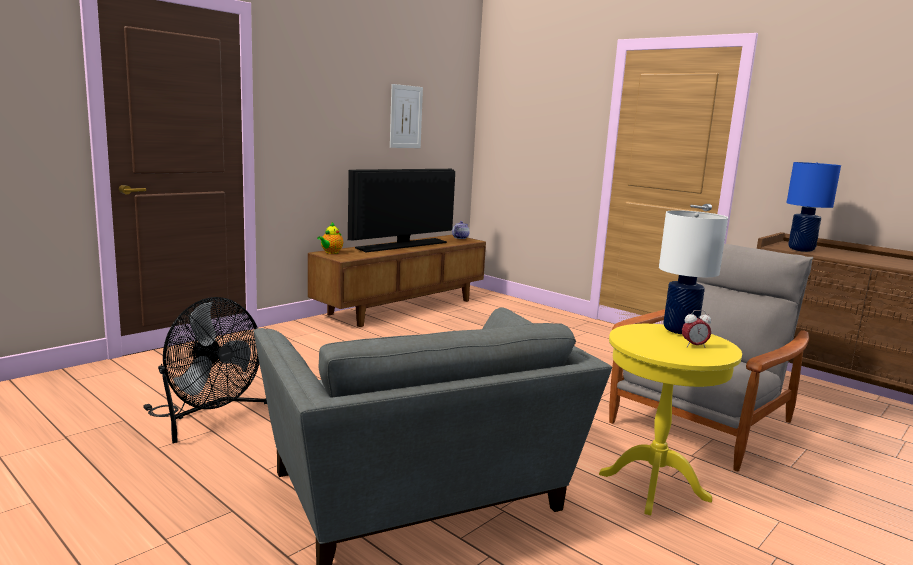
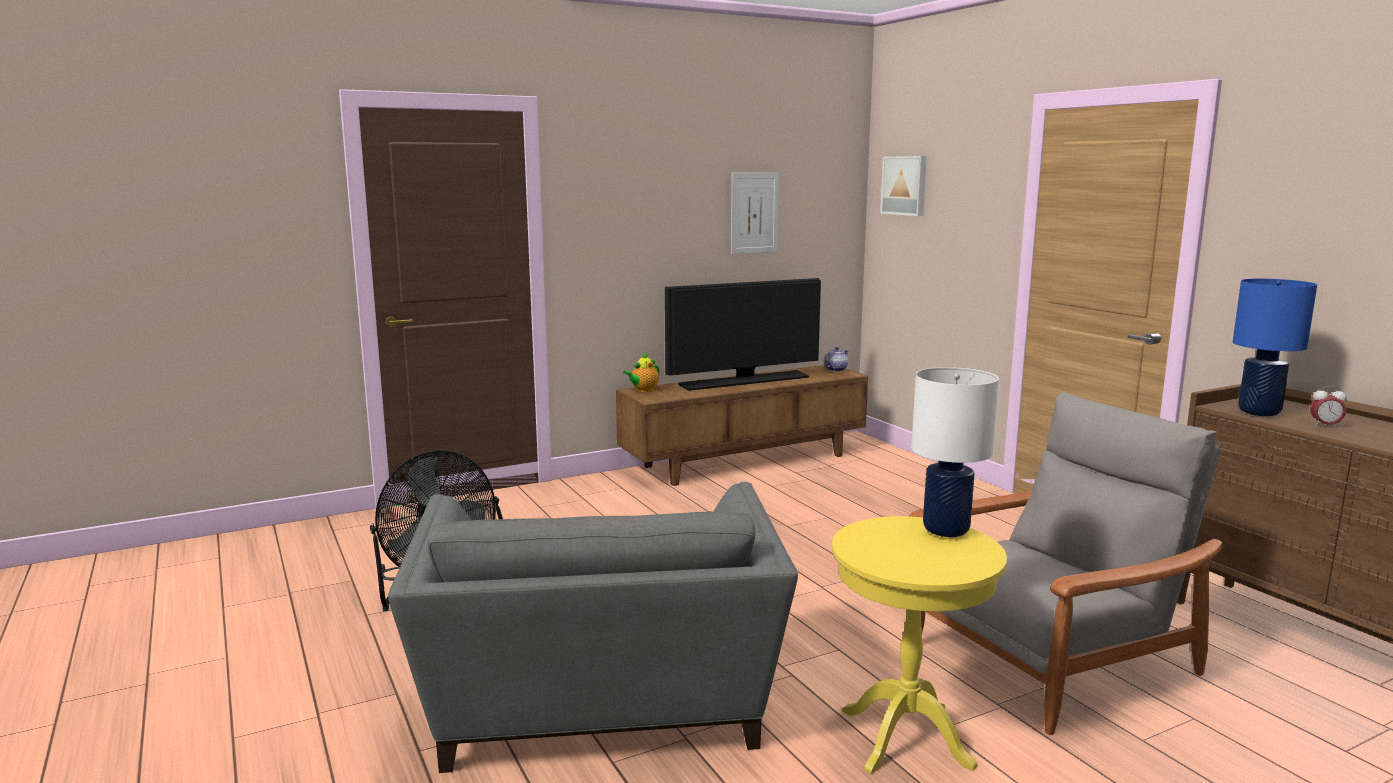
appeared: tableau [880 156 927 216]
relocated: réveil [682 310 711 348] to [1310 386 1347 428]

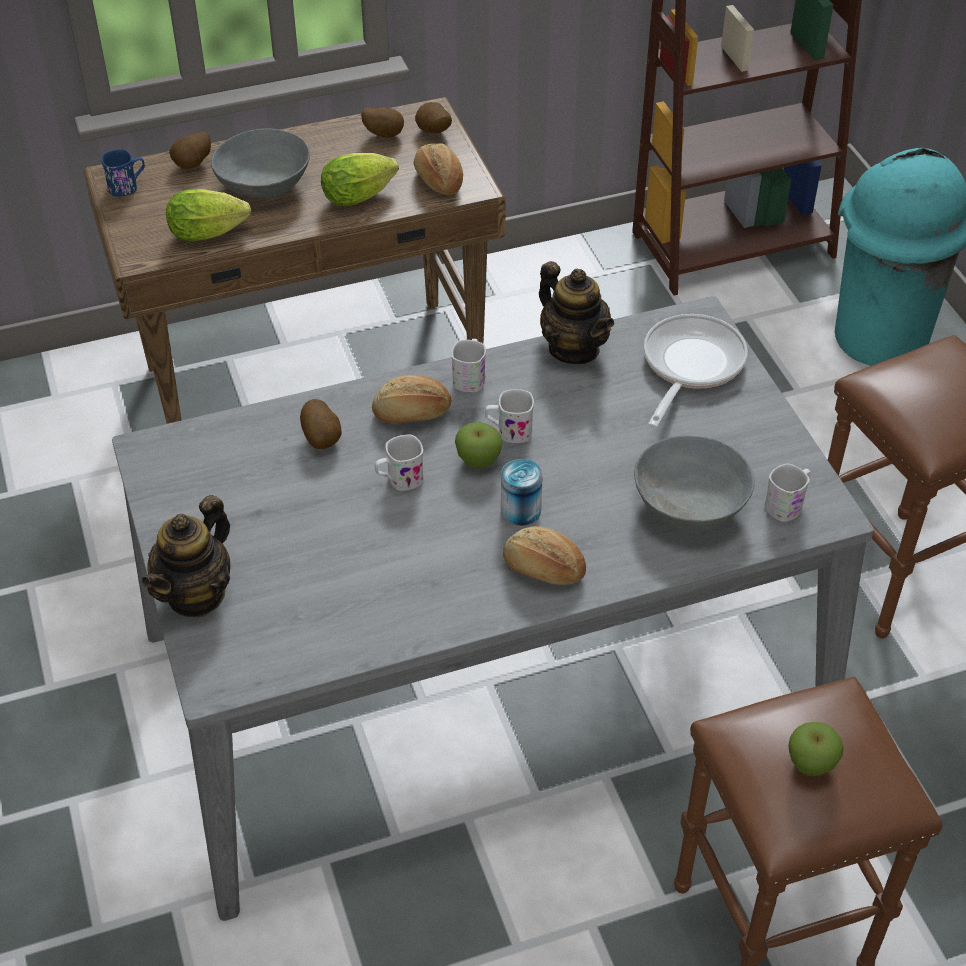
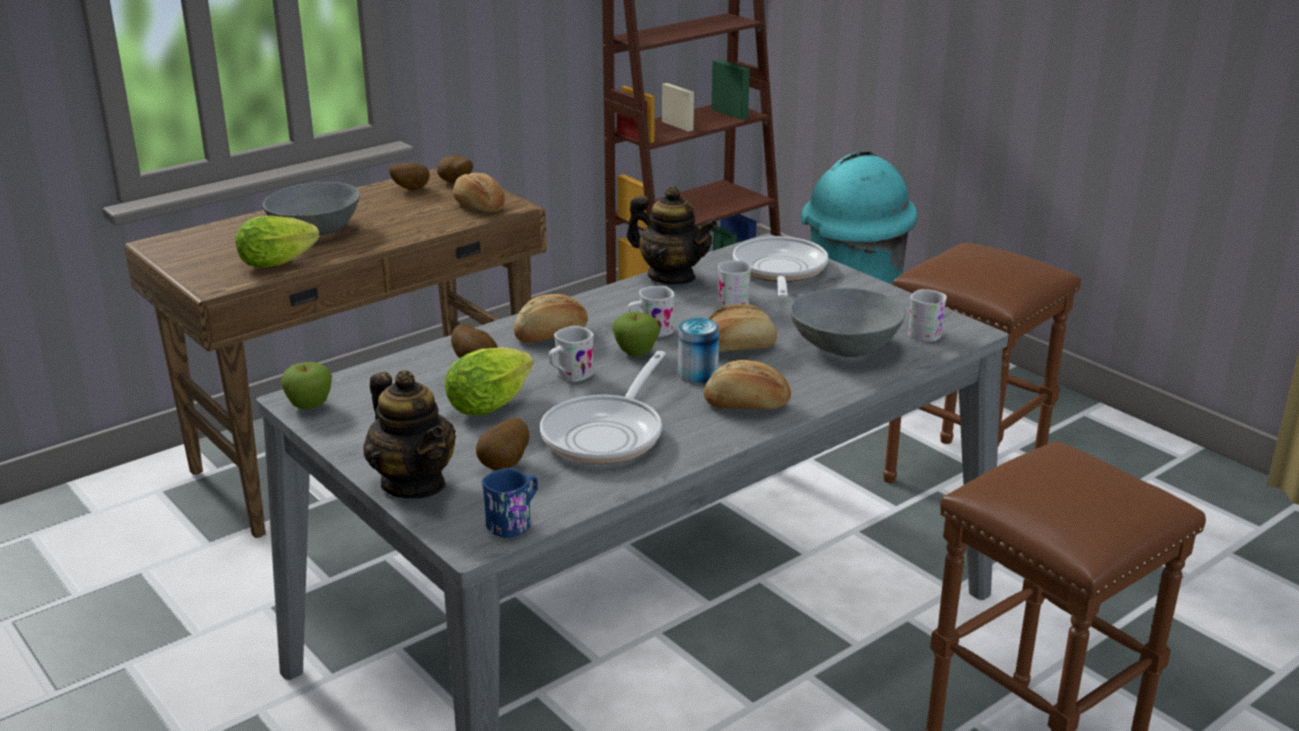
appeared: pain [709 304 777 352]; poêle [540 351 666 464]
relocated: pomme de terre [169 132 211 169] to [476 418 529 470]; mug/bleu [101 149 145 197] to [482 468 538 538]; laitue [321 153 399 206] to [445 348 533 416]; mug/blanc [451 339 486 392] to [718 261 751 307]; pomme [788 722 844 776] to [281 362 332 410]
spun: théière [141 495 230 617] = [363 370 456 499] 45 degrees counterclockwise

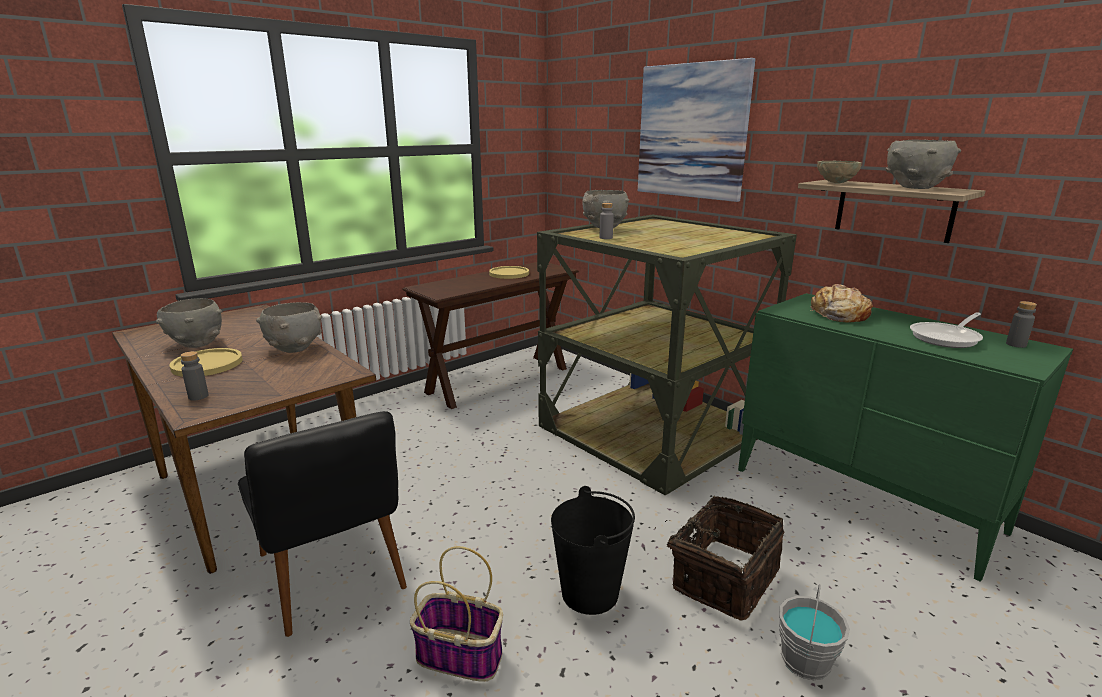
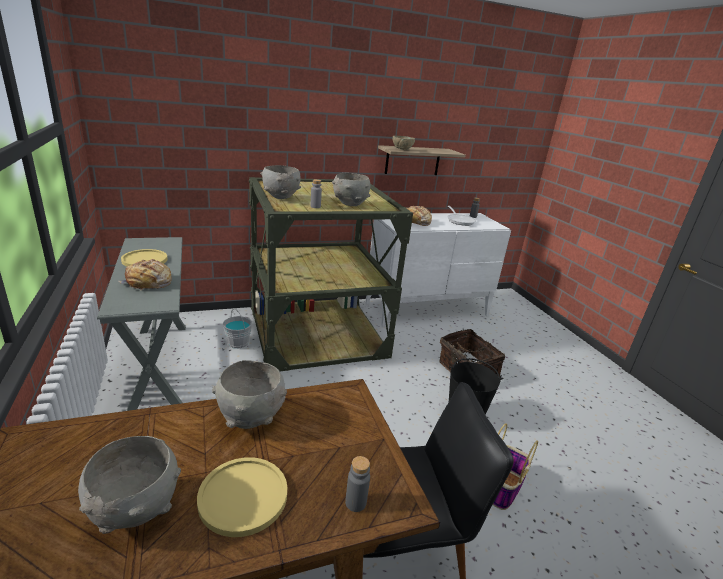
missing: tableau [638 58 756 202]
appeared: pain [119 259 172 291]
relocated: bol/gris [885 139 961 189] to [332 173 370 206]; seau/gris [779 584 850 680] to [223 309 252 349]
colour: table console/marron [403 262 579 409] to table console/gris [97 237 186 411]; meuble de rangement/vert [738 293 1073 582] to meuble de rangement/blanc [365 213 511 326]

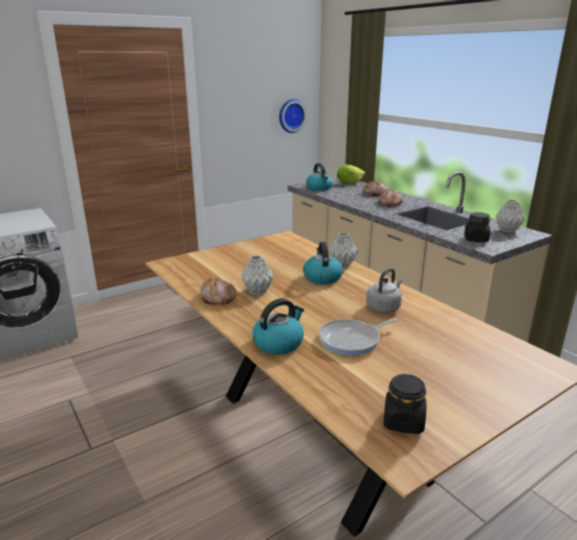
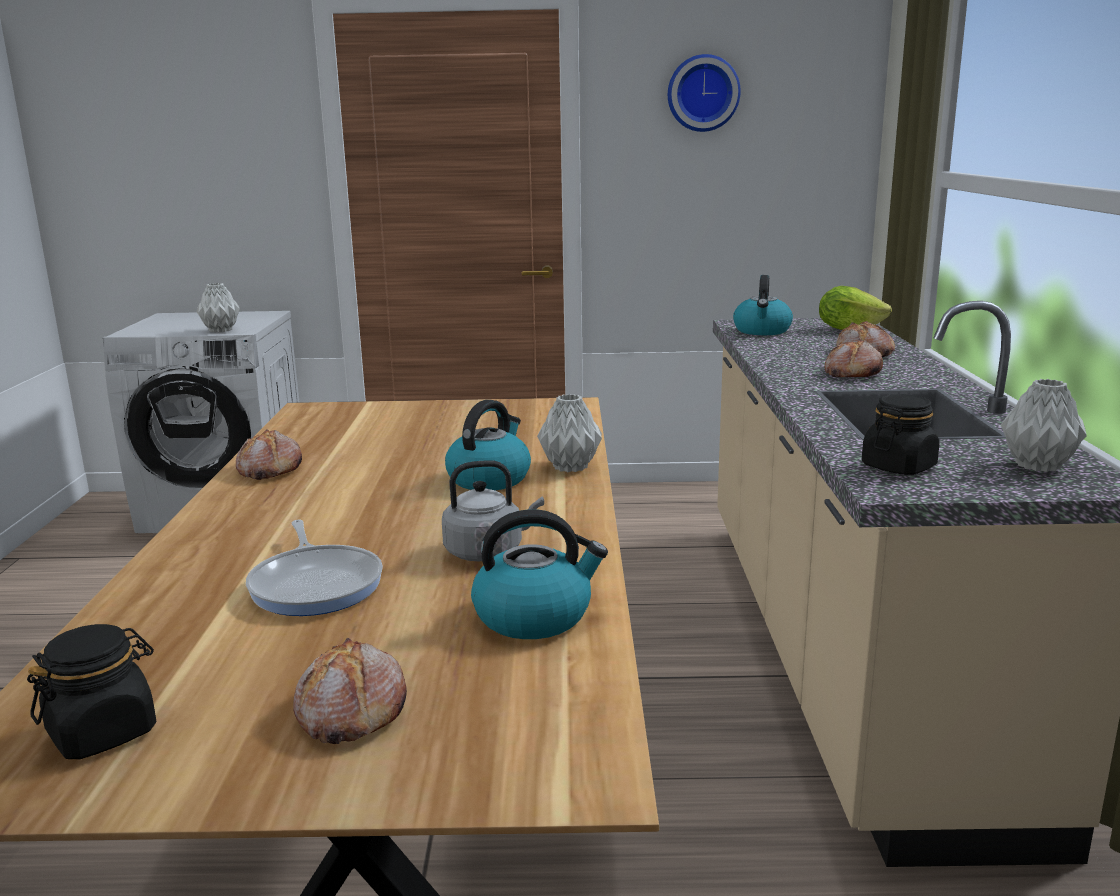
appeared: pain [293 638 407 744]
relocated: horloge murale [279 99 307 133] to [668 54 741 132]; vase/gris [241 255 274 295] to [196 283 240 332]; bouilloire [252 298 304 355] to [471 509 608 639]
spun: poêle [319 318 400 356] = [246 520 383 616] 120 degrees counterclockwise

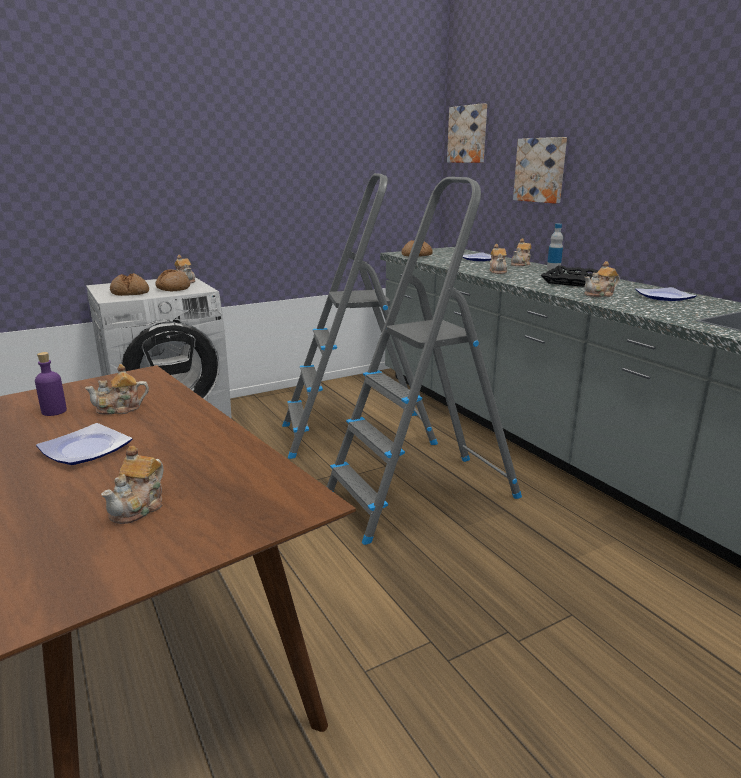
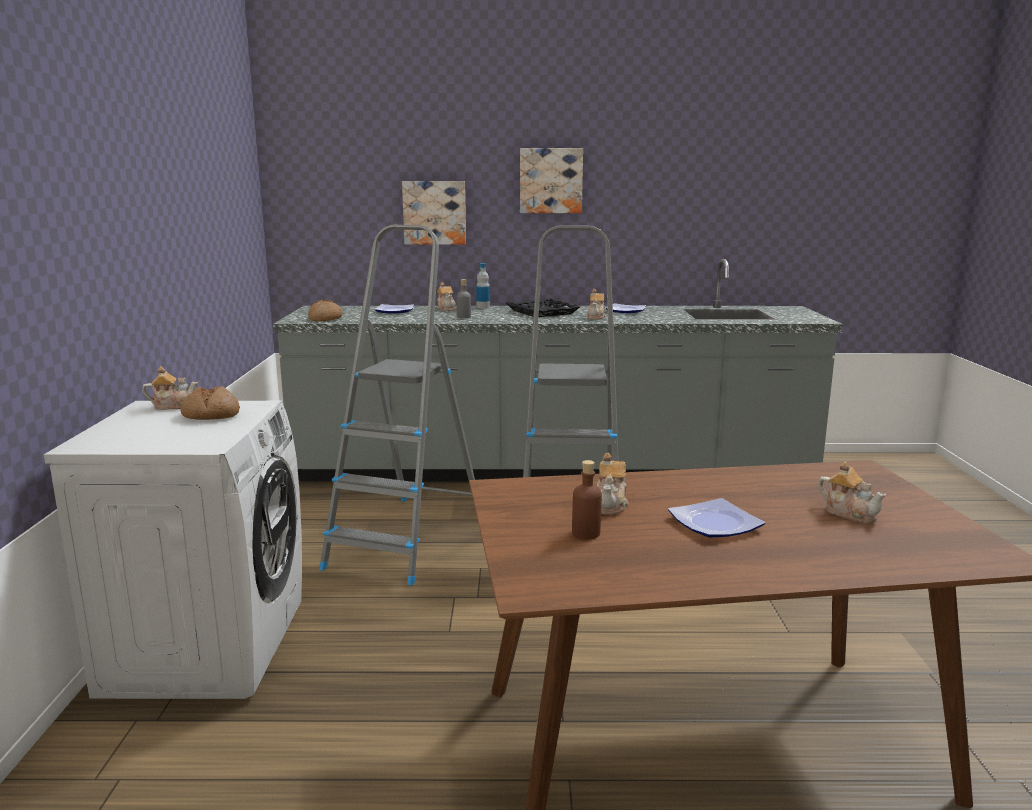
missing: pain [110 273 149 296]
relocated: tableau [447 103 487 163] to [520 148 583 213]
exchanged: théière [490 244 508 274] to bouteille/gris [457 279 471 318]
colour: bouteille/violet [35 352 67 416] to bouteille/marron [572 460 602 539]

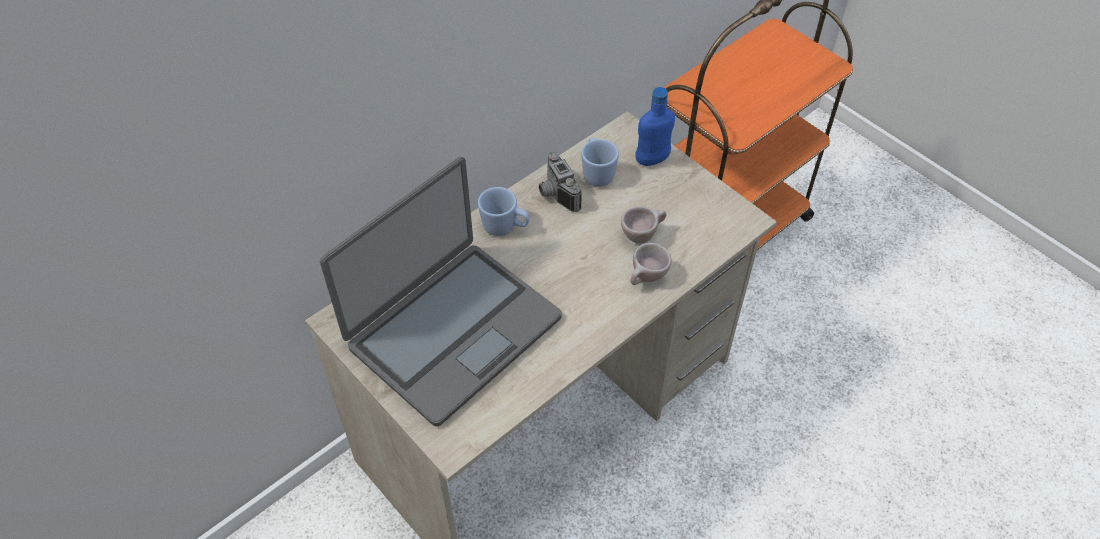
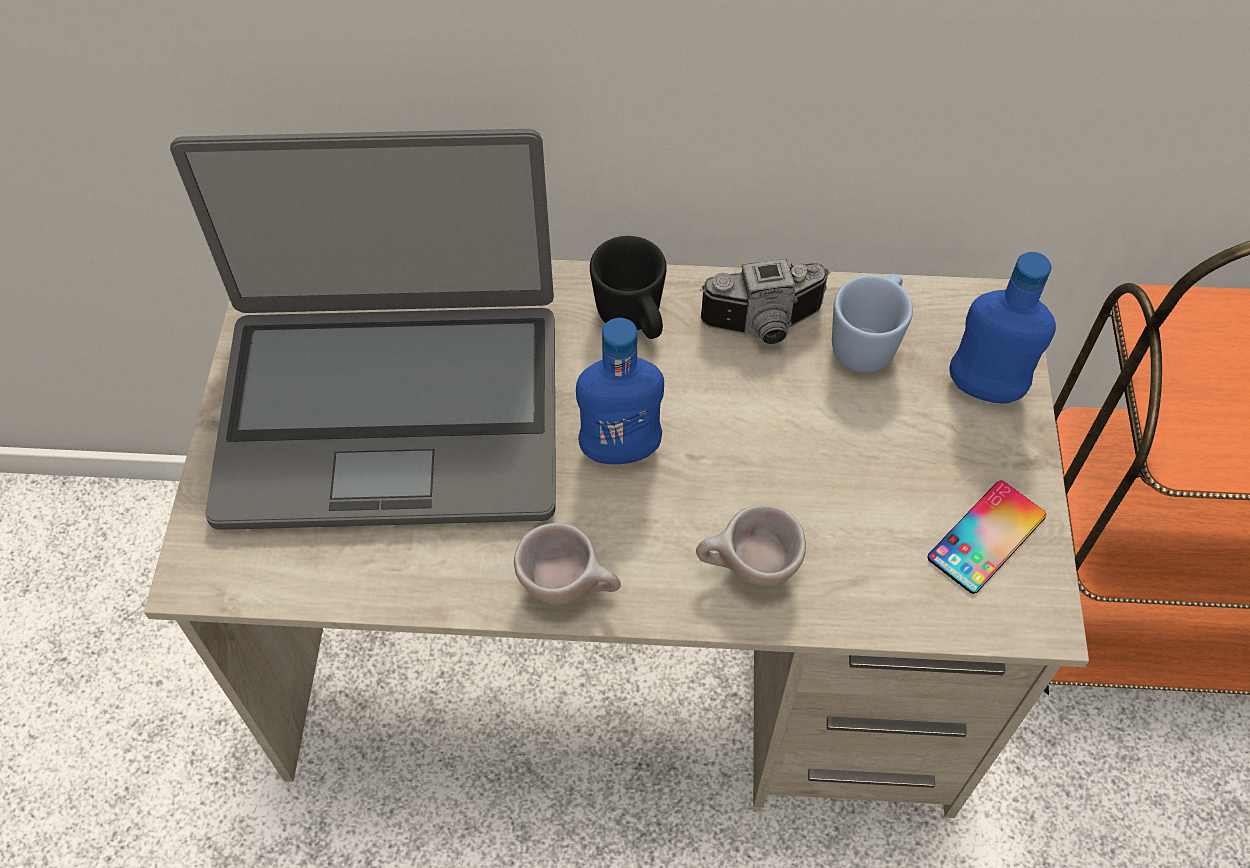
appeared: bouteille/bleu [576 318 664 464]; téléphone [928 481 1046 594]
relocated: tasse/beige [621 206 667 244] to [514 523 621 605]
colour: mug/bleu [478 187 530 236] to mug/noir [590 236 667 339]
spun: appareil photo [539 152 582 212] = [700 258 830 344] 120 degrees counterclockwise

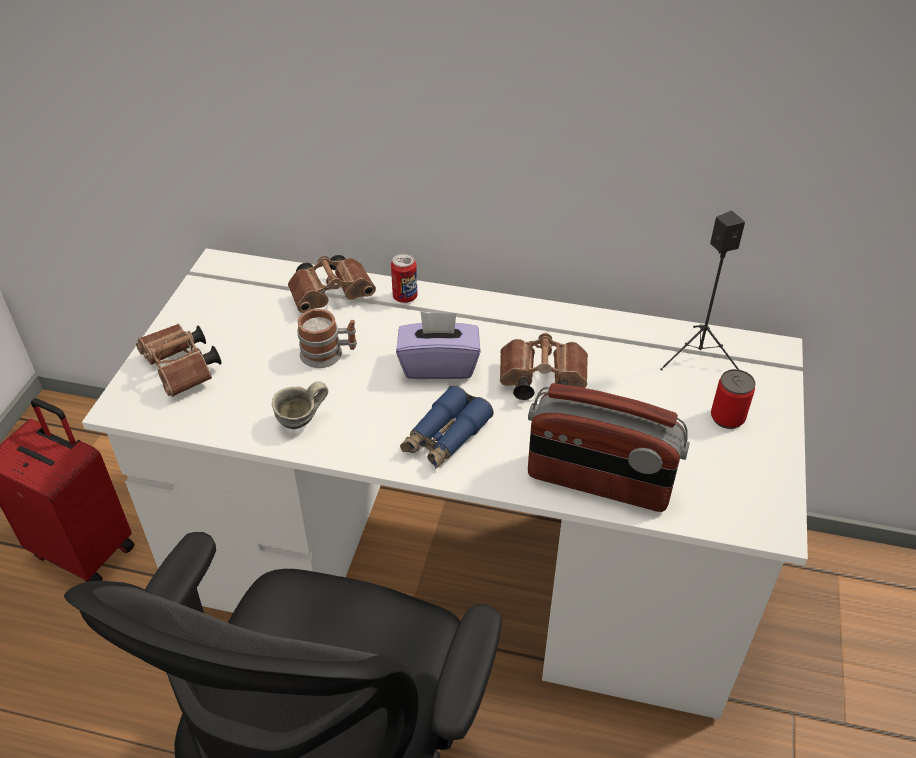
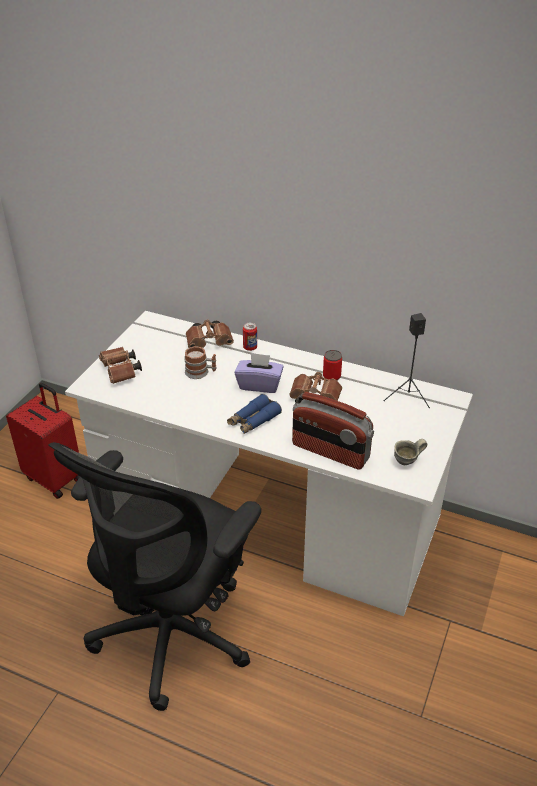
relocated: boîte métallique [711 369 755 429] to [323 350 342 380]; mug/gris [272 381 328 429] to [394 439 427 465]

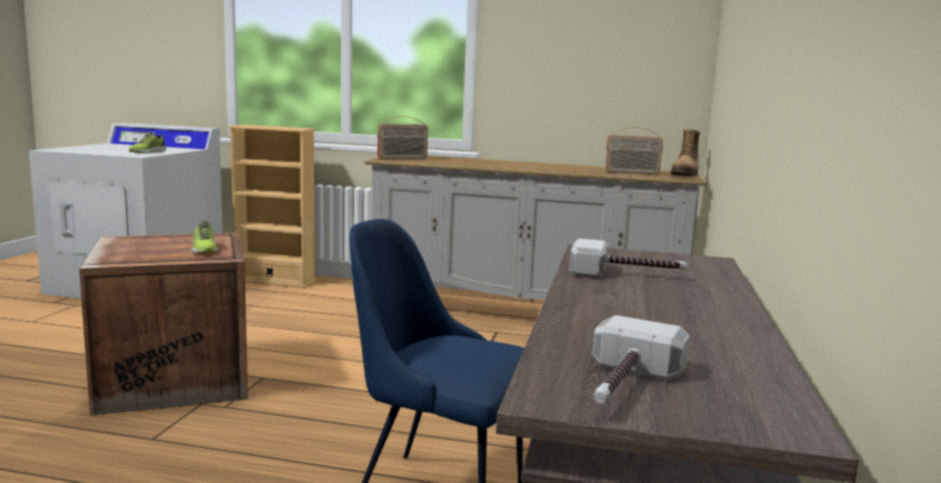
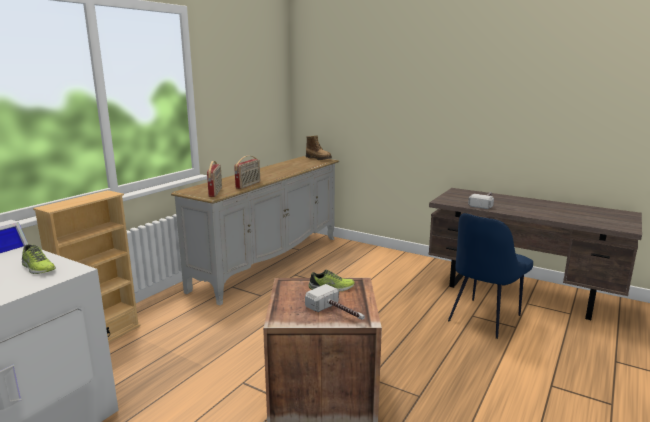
relocated: radio [606 127 663 175] to [234 156 260 189]; marteau [592 315 690 404] to [305 284 365 320]

